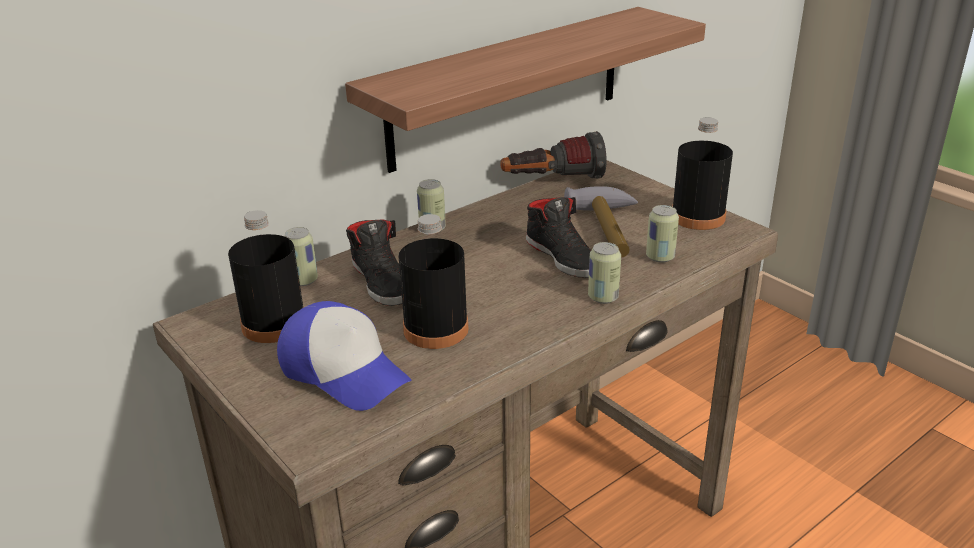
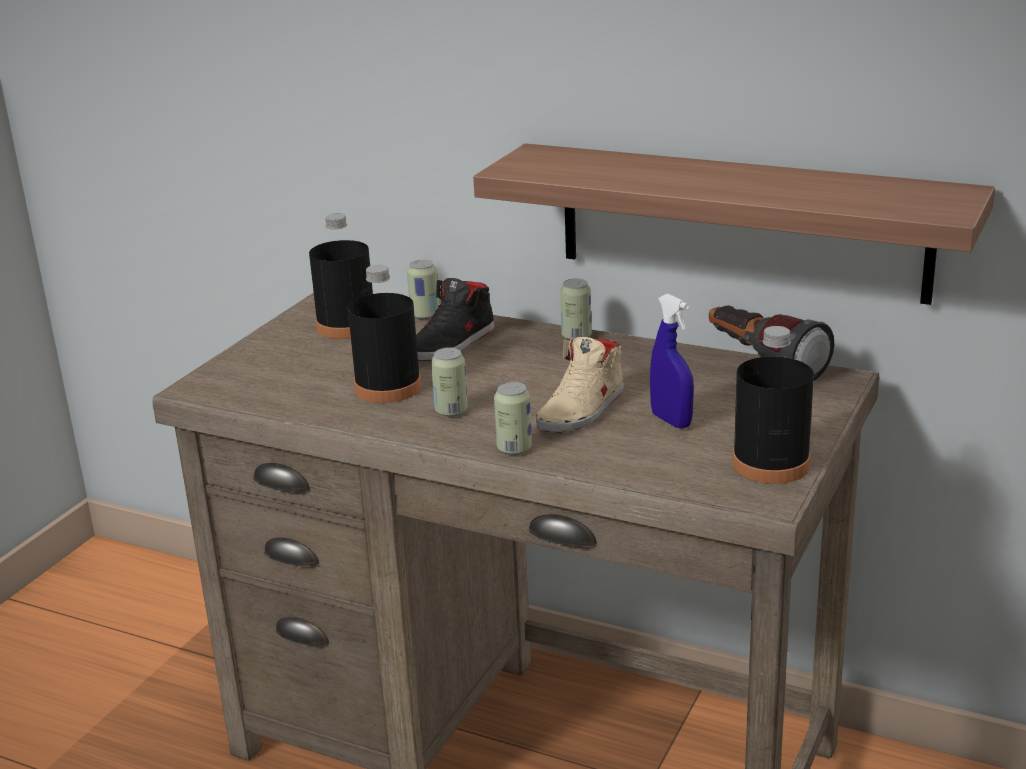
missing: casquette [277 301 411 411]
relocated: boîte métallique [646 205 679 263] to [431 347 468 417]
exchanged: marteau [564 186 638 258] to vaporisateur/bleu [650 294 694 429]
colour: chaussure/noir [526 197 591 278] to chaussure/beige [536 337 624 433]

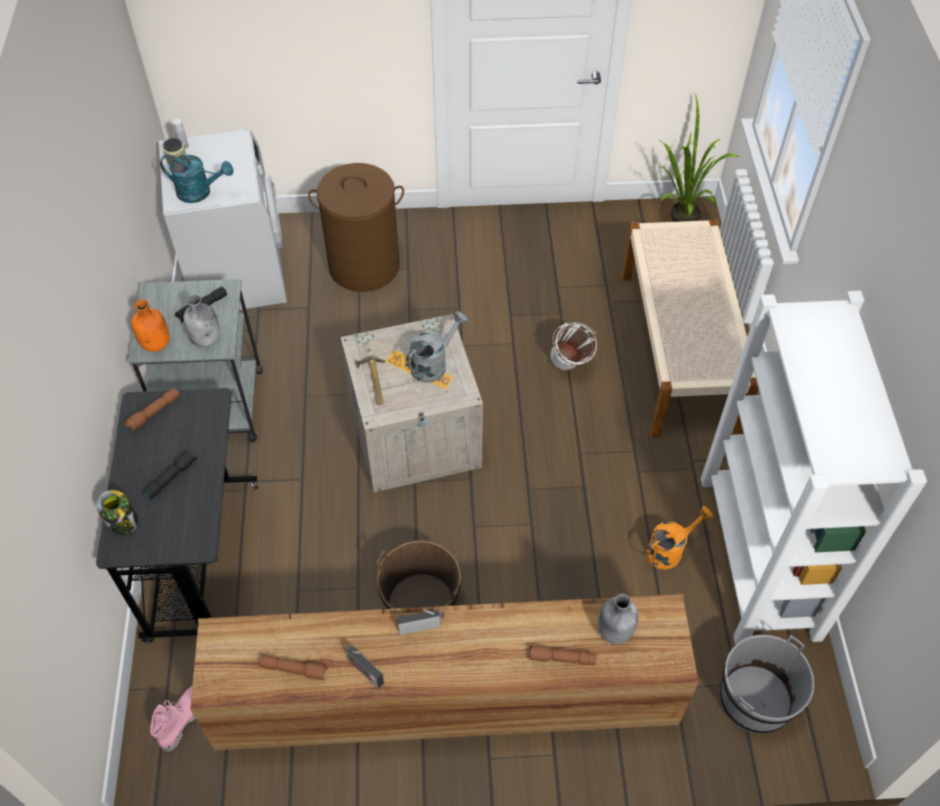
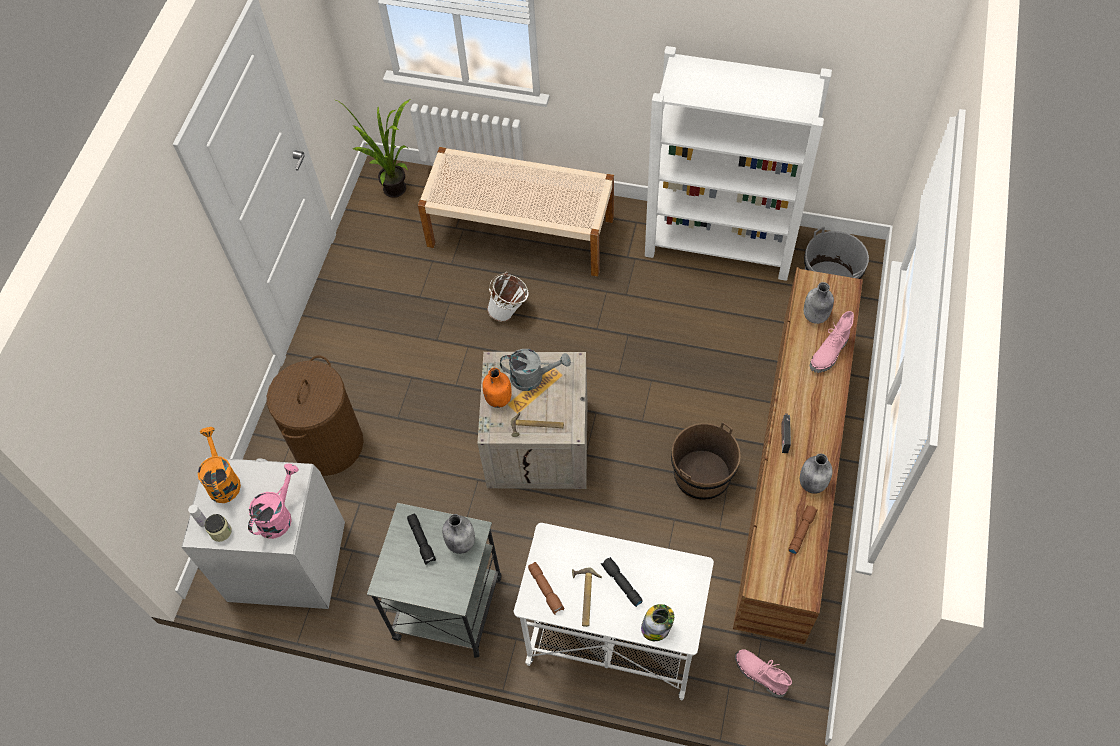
appeared: marteau [572 567 602 627]
relocated: bouteille/orange [132 300 170 352] to [482 368 512 408]; arrosoir/orange [646 506 713 570] to [198 427 241 503]
exchanged: lampe de poche/marron [529 645 596 665] to botte/rose [810 311 854 373]; radio [345 646 384 689] to bouteille/gris [800 454 833 494]
colour: arrosoir/turquoise [160 155 233 203] to arrosoir/rose [248 464 299 539]; bureau/noir [96 388 258 643] to bureau/blanc [513 523 714 700]
spun: arrosoir/gris [406 311 468 383] = [500 349 571 391] 120 degrees clockwise

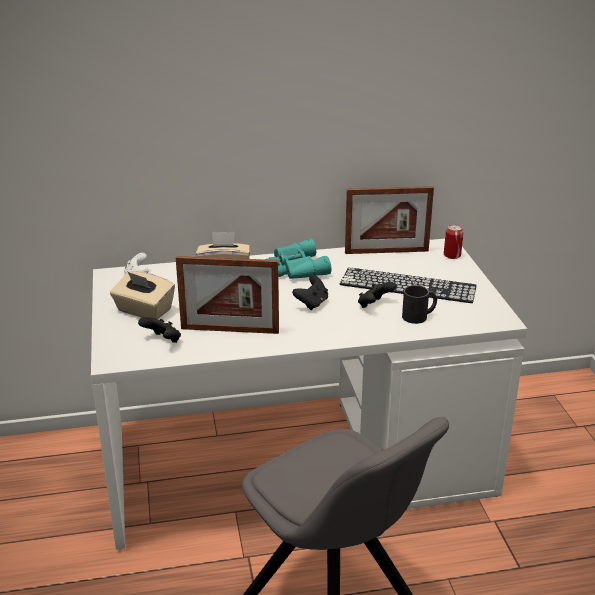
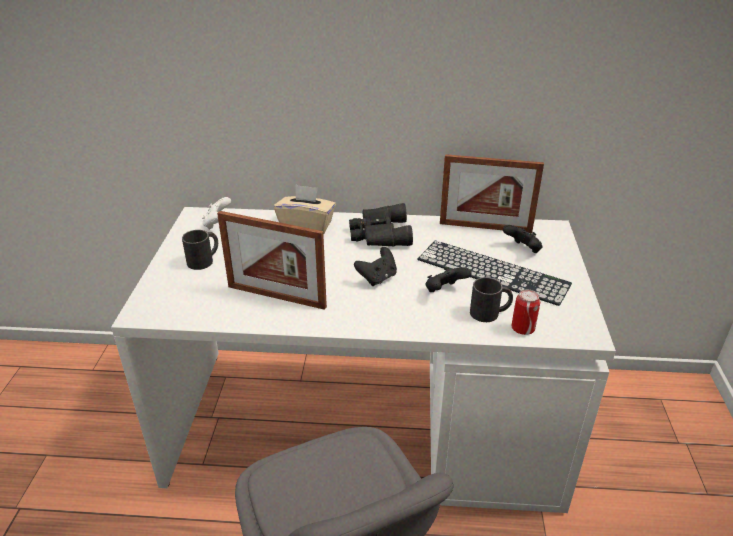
relocated: boîte métallique [444 224 463 259] to [512 289 540 335]; manette/noir [138 317 181 343] to [503 225 542 253]
exchanged: boîte à mouchoirs/beige [110 271 175 319] to mug/noir [182 230 218 270]
colour: jumelles/turquoise [265 239 331 279] to jumelles/noir [349 203 413 246]

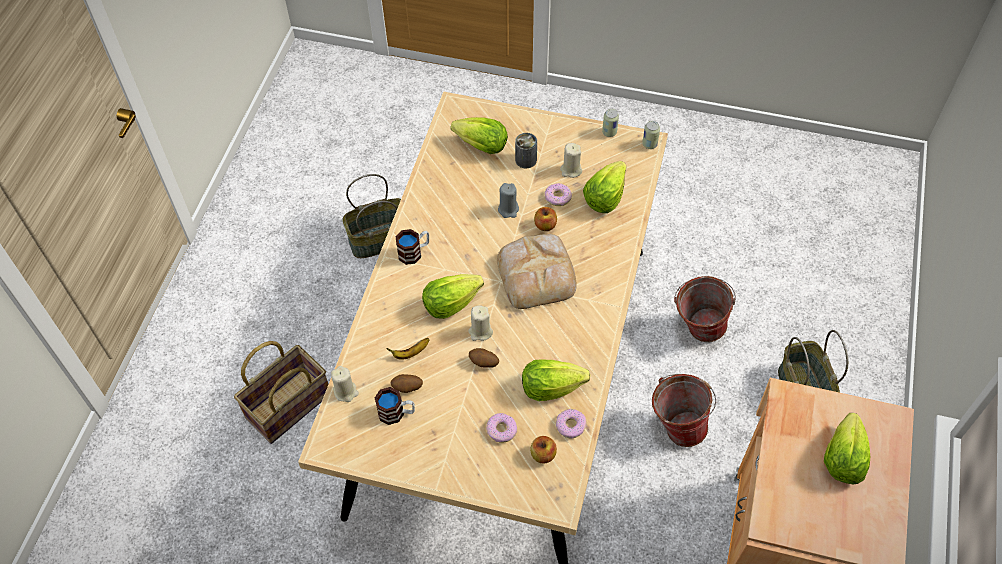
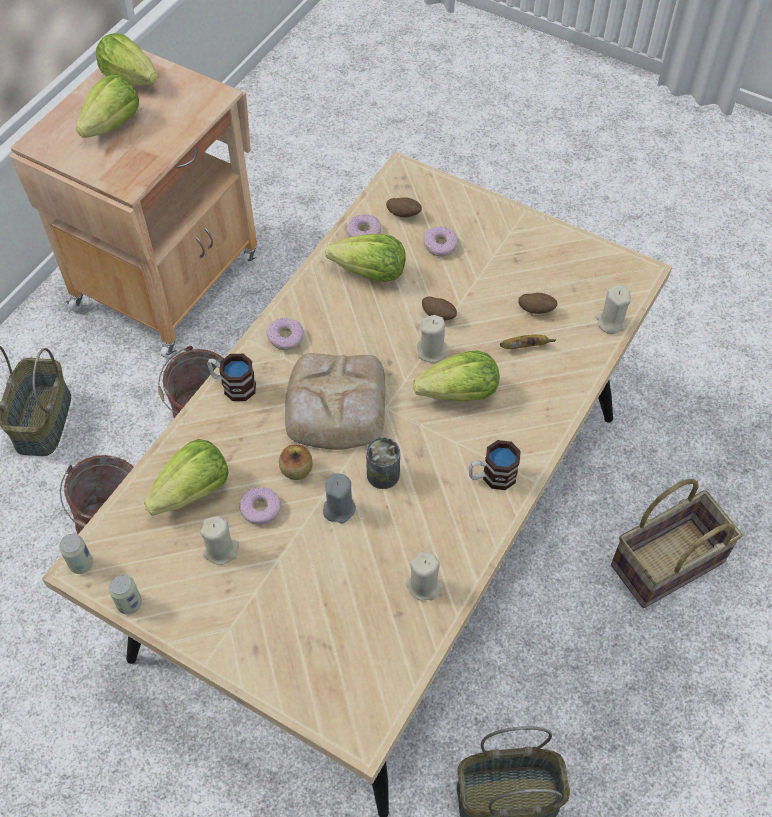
appeared: beignet [267 318 304 350]; bougie/beige [406 552 444 601]
relocated: laitue [451 117 508 154] to [96 33 158 86]; boîte métallique [515 133 537 168] to [366 437 400 489]; mug [375 387 415 425] to [207 354 256 401]
exchanged: pomme [530 436 557 464] to pomme de terre [386 197 422 217]

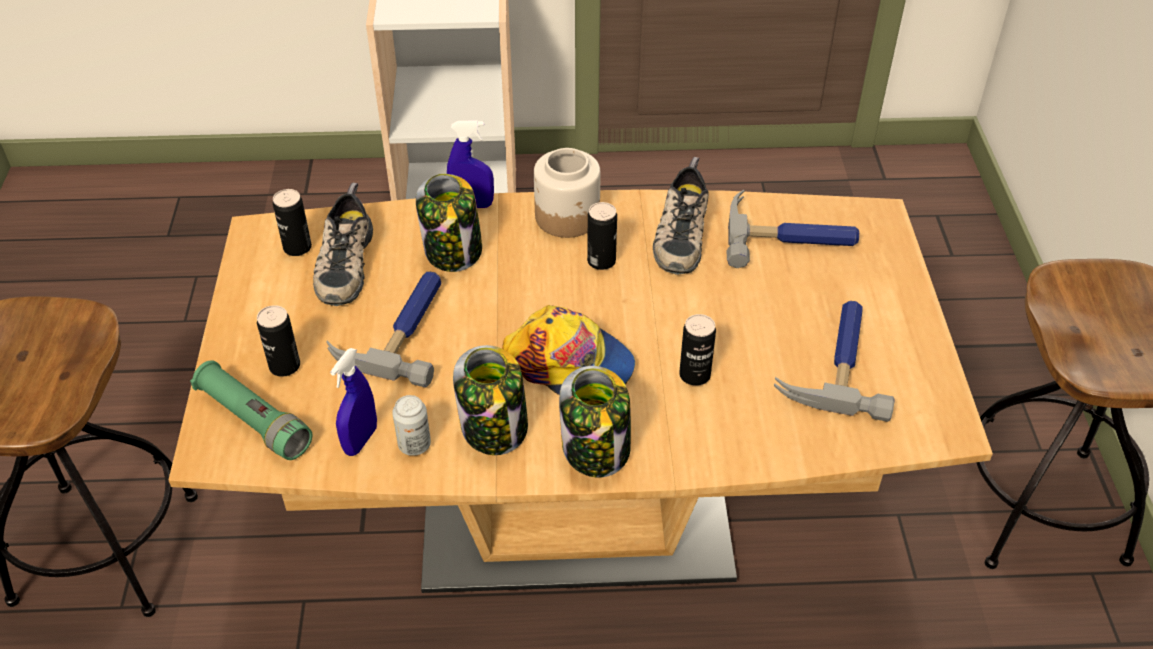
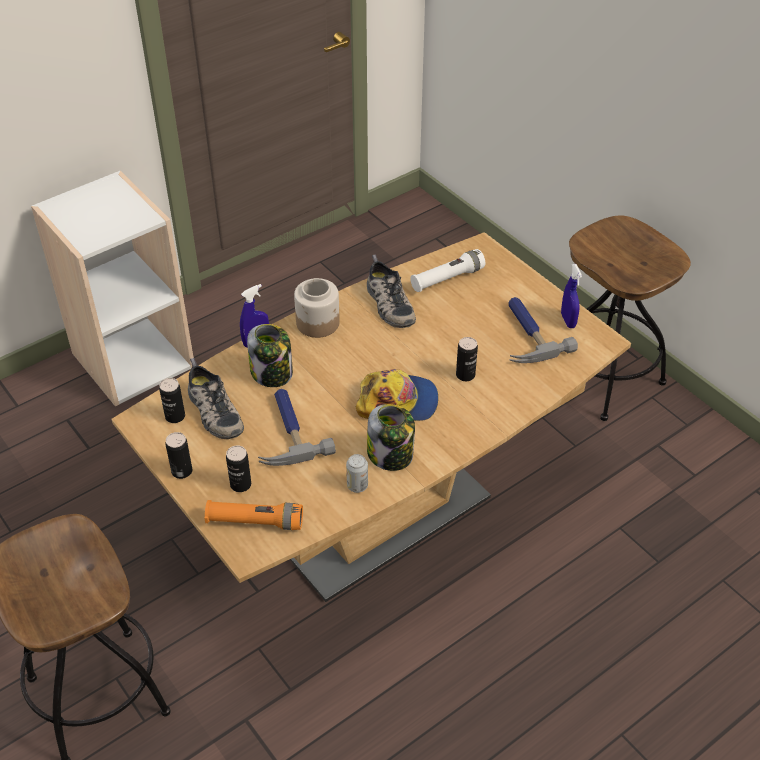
missing: bocal [559 366 631 477]
relocated: boîte métallique [587 202 617 270] to [165 432 192 479]; vaporisateur/bleu [330 348 377 456] to [561 264 582 328]
exchanged: marteau [727 190 859 268] to lampe de poche/blanc [410 249 485 292]
colour: lampe de poche/vert [190 360 312 460] to lampe de poche/orange [204 500 303 530]

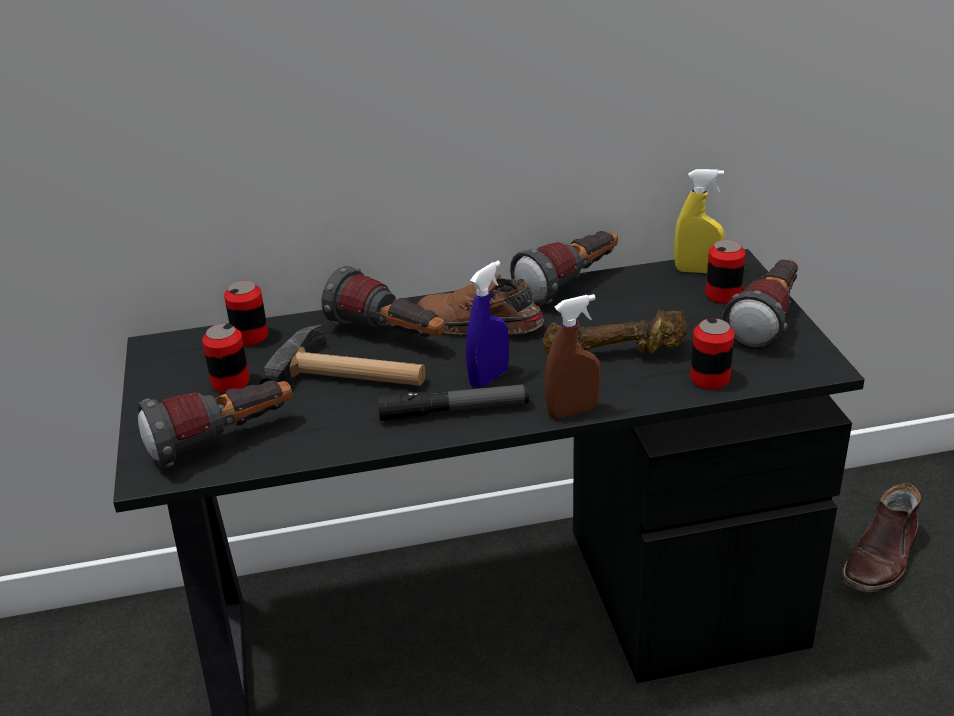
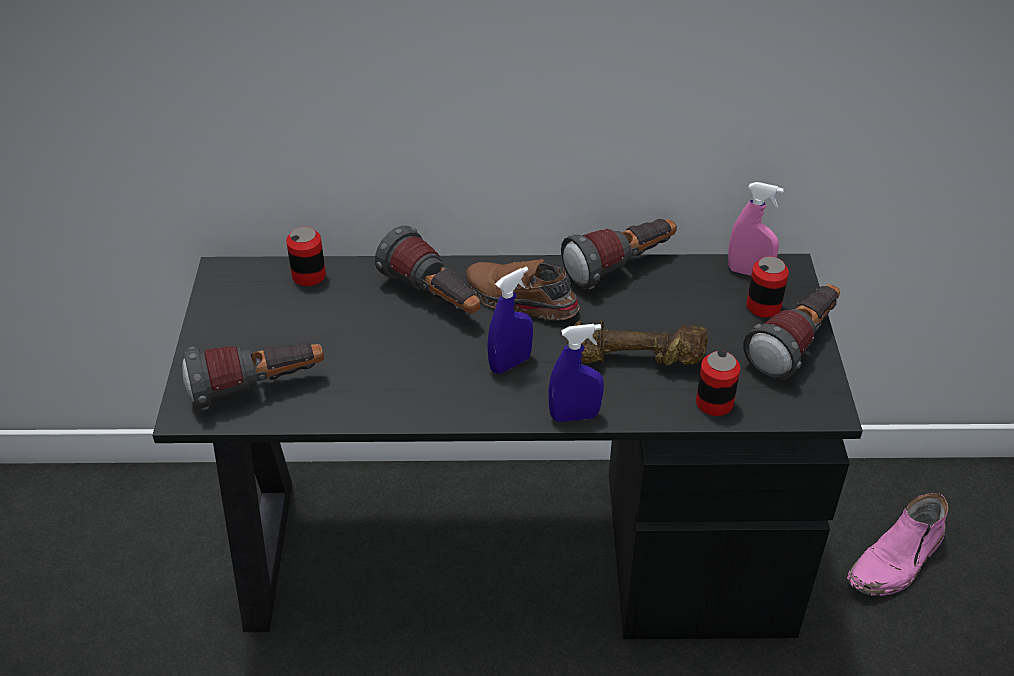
missing: boîte métallique [202 324 250 393]; marteau [259 325 425 386]; lampe de poche [378 384 529 421]
colour: vaporisateur/jaune [674 169 725 273] to vaporisateur/rose [728 182 784 276]; vaporisateur/marron [545 294 601 419] to vaporisateur/bleu [548 324 604 422]; botte/marron [841 483 921 593] to botte/rose [847 493 948 596]

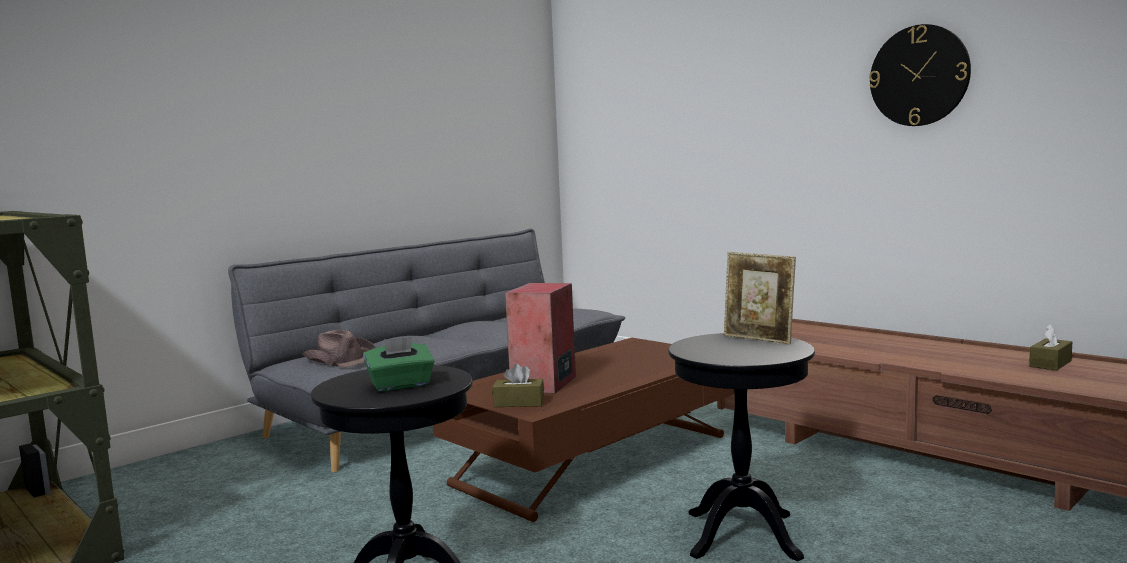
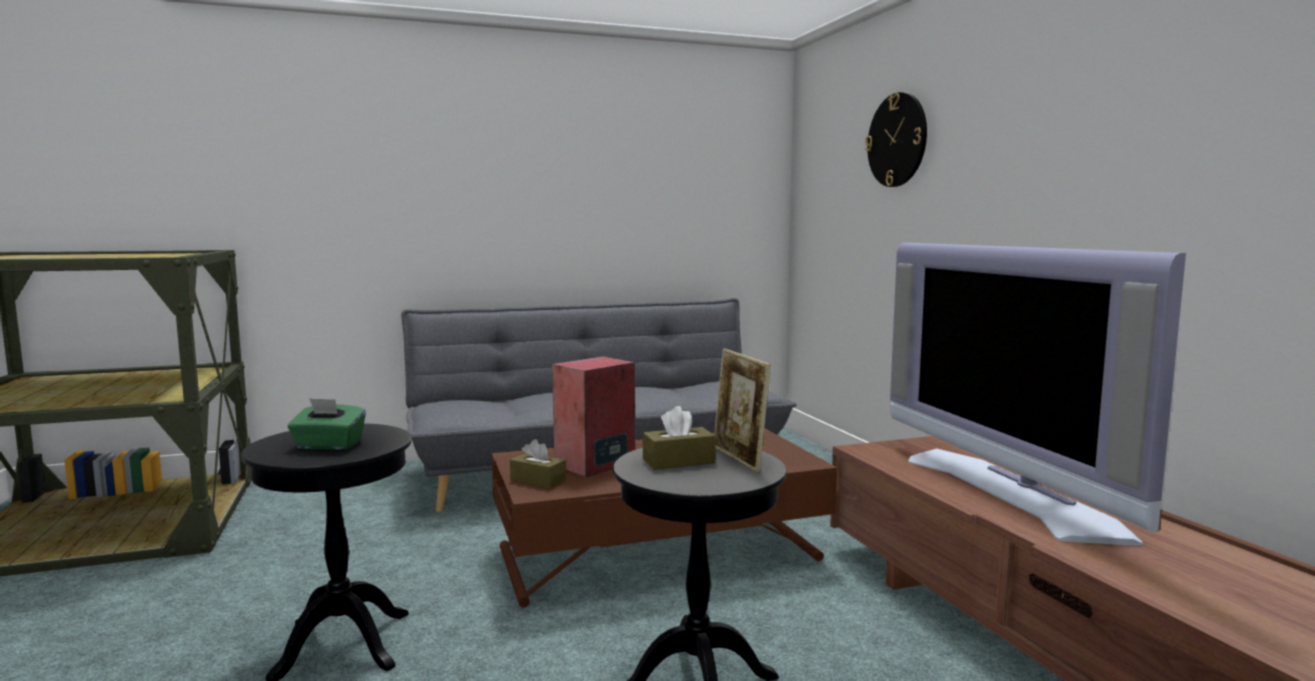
missing: chapeau/marron [301 330 376 367]
appeared: téléviseur [890 243 1186 546]
relocated: horloge murale [869 24 971 126] to [865 92 927 187]; boîte à mouchoirs/marron [1029 324 1072 371] to [643 406 716 470]

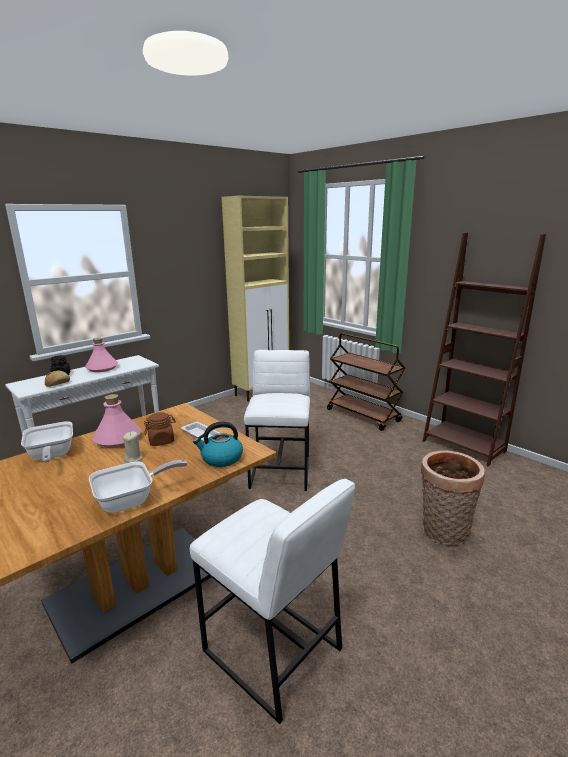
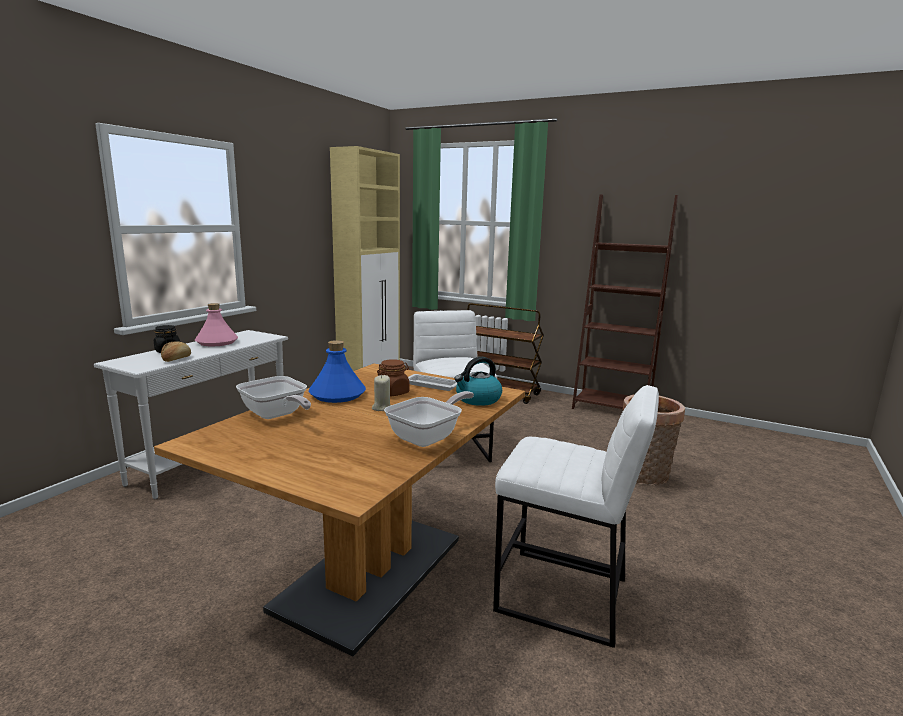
colour: bouteille/rose [92 394 142 448] to bouteille/bleu [309 340 366 403]

